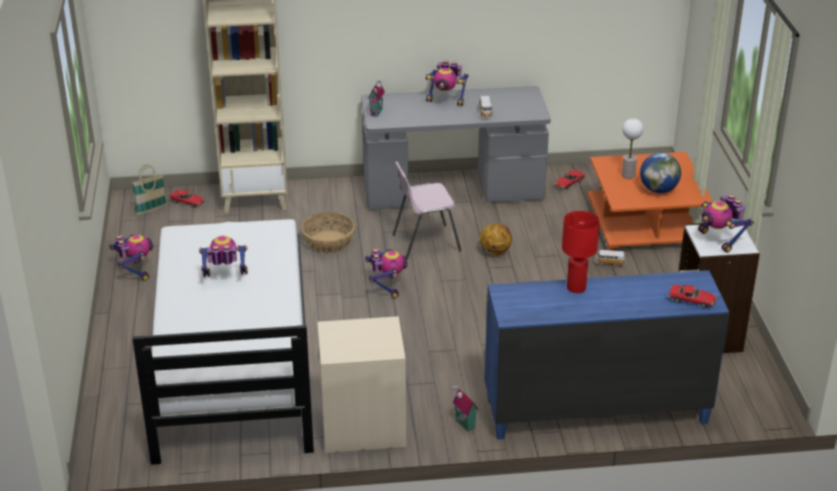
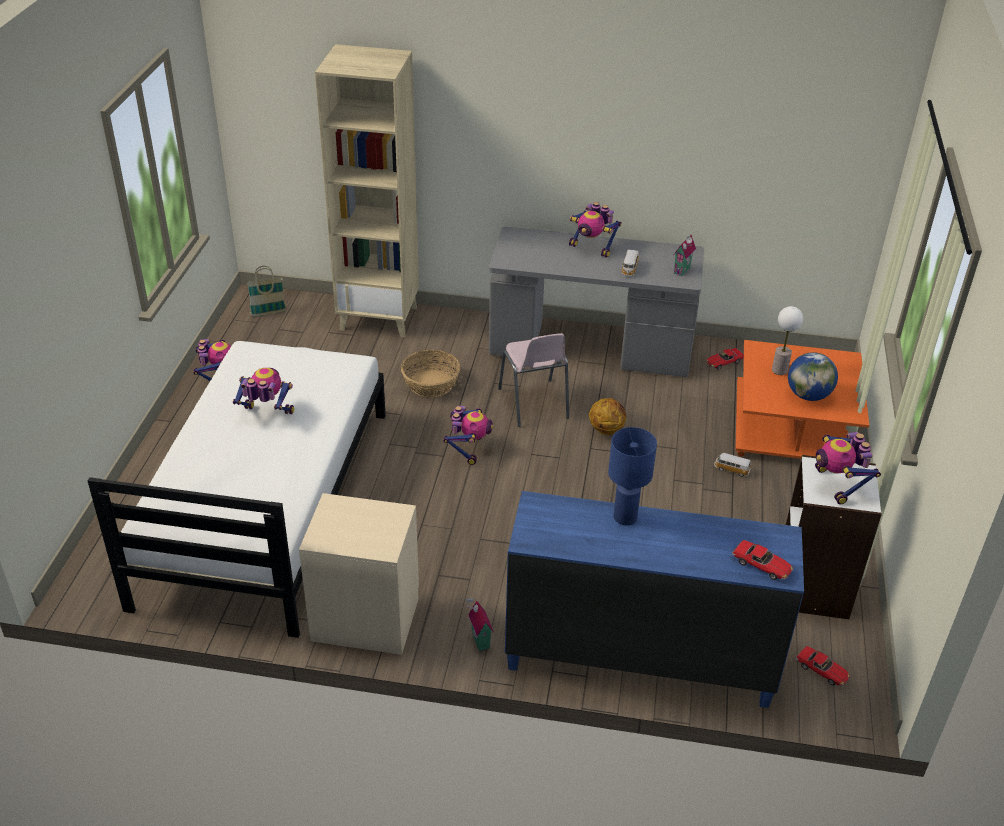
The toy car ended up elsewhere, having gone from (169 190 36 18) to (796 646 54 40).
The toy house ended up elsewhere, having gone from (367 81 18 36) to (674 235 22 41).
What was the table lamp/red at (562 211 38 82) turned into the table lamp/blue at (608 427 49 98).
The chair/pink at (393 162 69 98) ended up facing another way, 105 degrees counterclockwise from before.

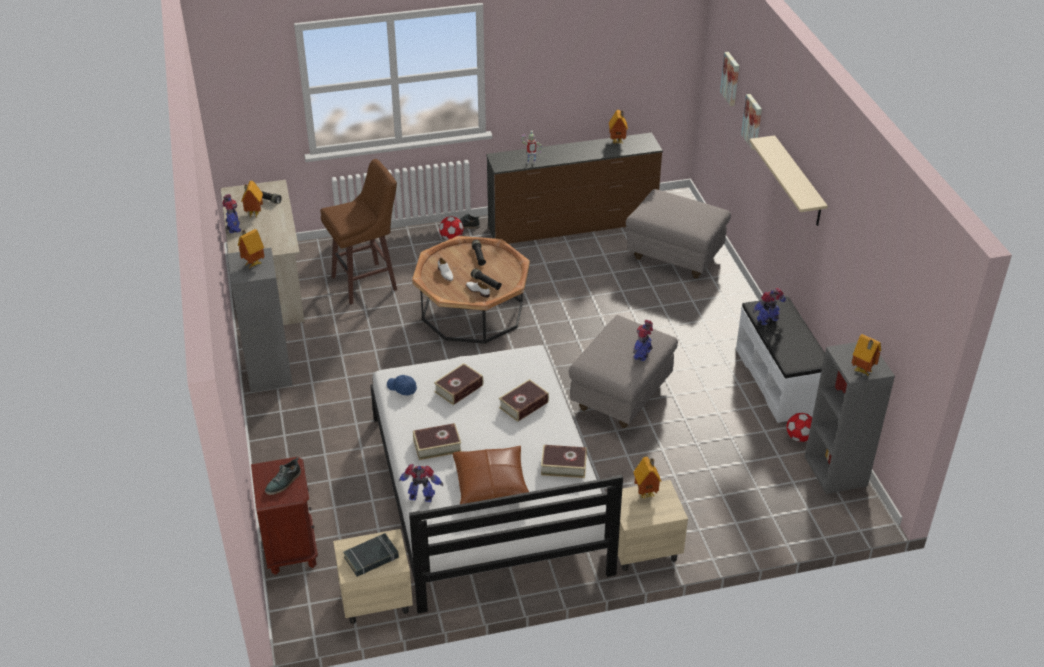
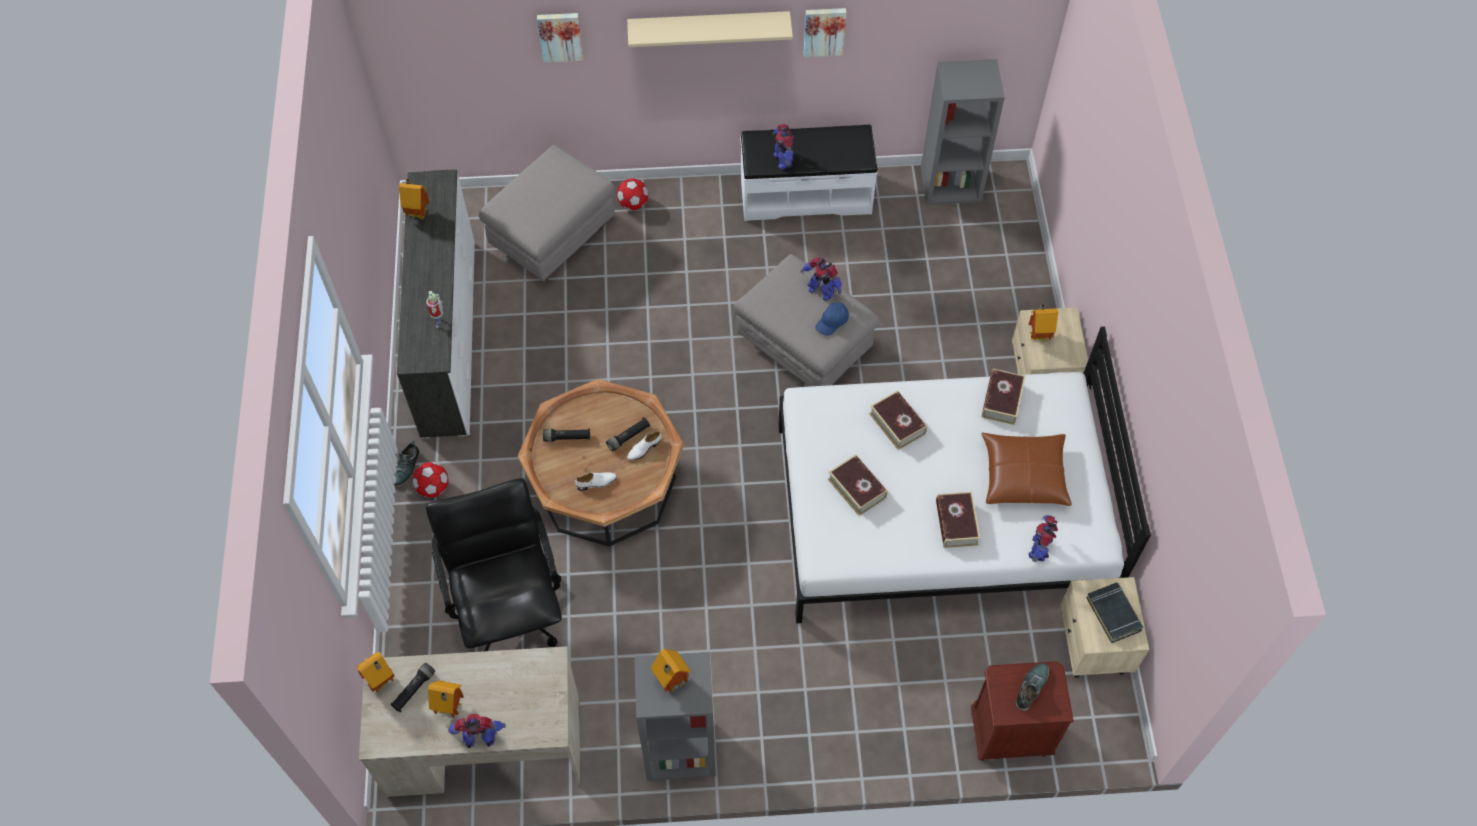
The cap/blue ended up elsewhere, having gone from (387 375 30 20) to (815 303 34 33).
The picture ended up elsewhere, having gone from (720 52 19 54) to (804 8 42 49).
The football ended up elsewhere, having gone from (786 413 26 29) to (617 178 31 32).
The toy house ended up elsewhere, having gone from (852 334 29 42) to (356 652 38 40).
Where the stool/brown stood at (320 159 77 146), the office chair/black came to stand at (426 478 136 173).
What was the dresser/brown at (486 132 177 112) turned into the dresser/white at (397 169 78 270).
The shoe at (265 457 36 38) ended up facing another way, 105 degrees counterclockwise from before.

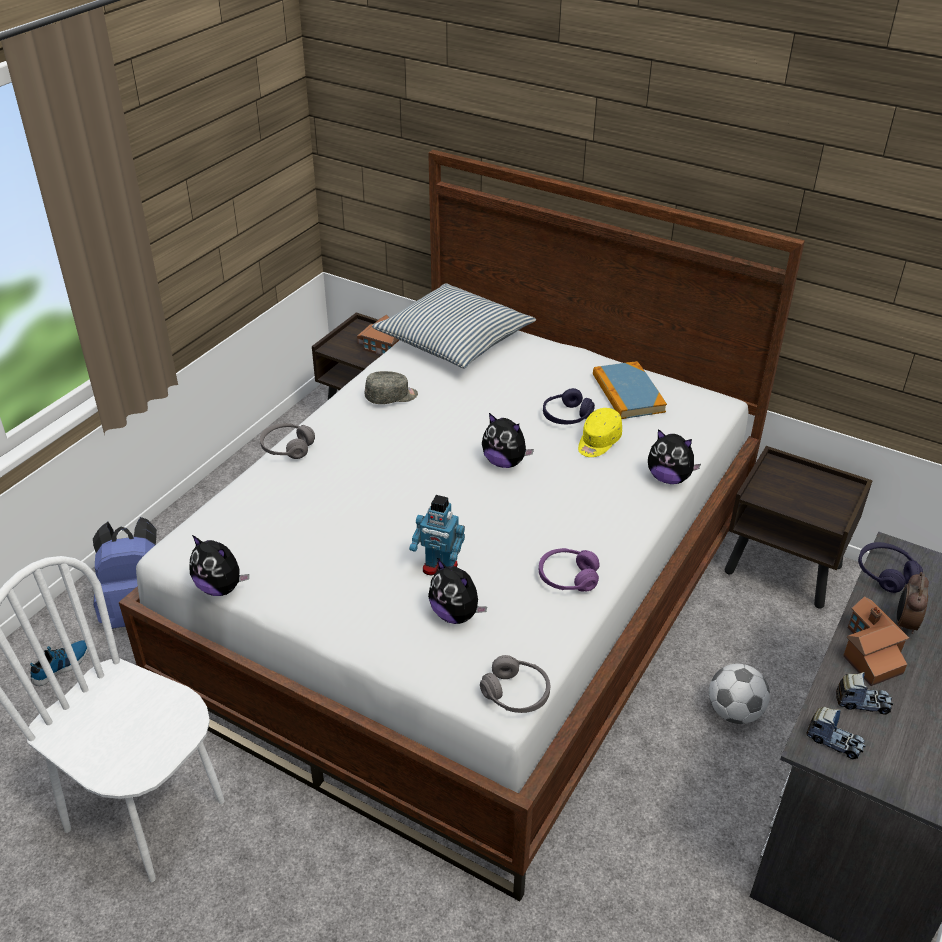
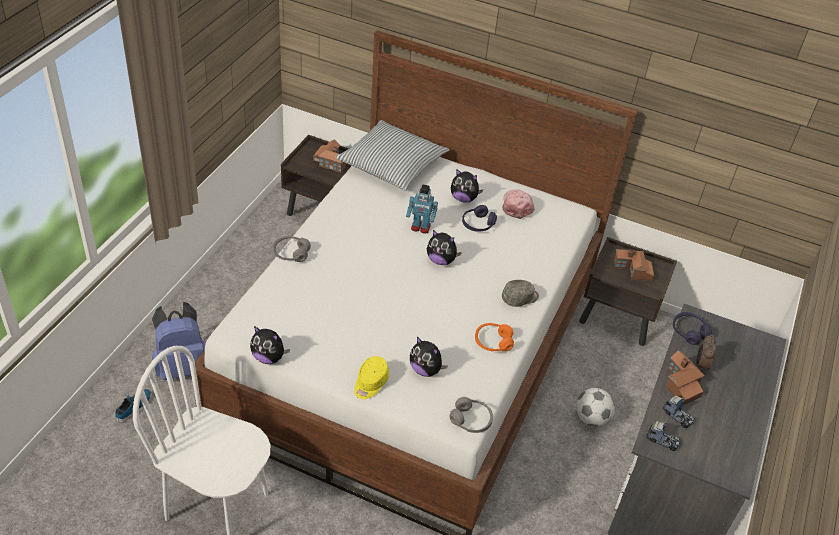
The second view gained the toy house at (614 249 40 32).
The cap/grey ended up elsewhere, having gone from (365 371 53 33) to (502 280 37 27).
The toy robot ended up elsewhere, having gone from (409 495 56 81) to (406 184 32 49).
The cap/yellow ended up elsewhere, having gone from (578 408 44 49) to (354 356 35 43).
The plush toy ended up elsewhere, having gone from (648 429 53 55) to (451 169 32 34).
Where the book stood at (593 361 74 58), the cap/pink came to stand at (502 189 33 30).
What was the headphones/purple at (539 548 61 44) turned into the headphones/orange at (475 323 39 28).
The toy truck at (836 672 57 42) ended up facing another way, 45 degrees clockwise from before.

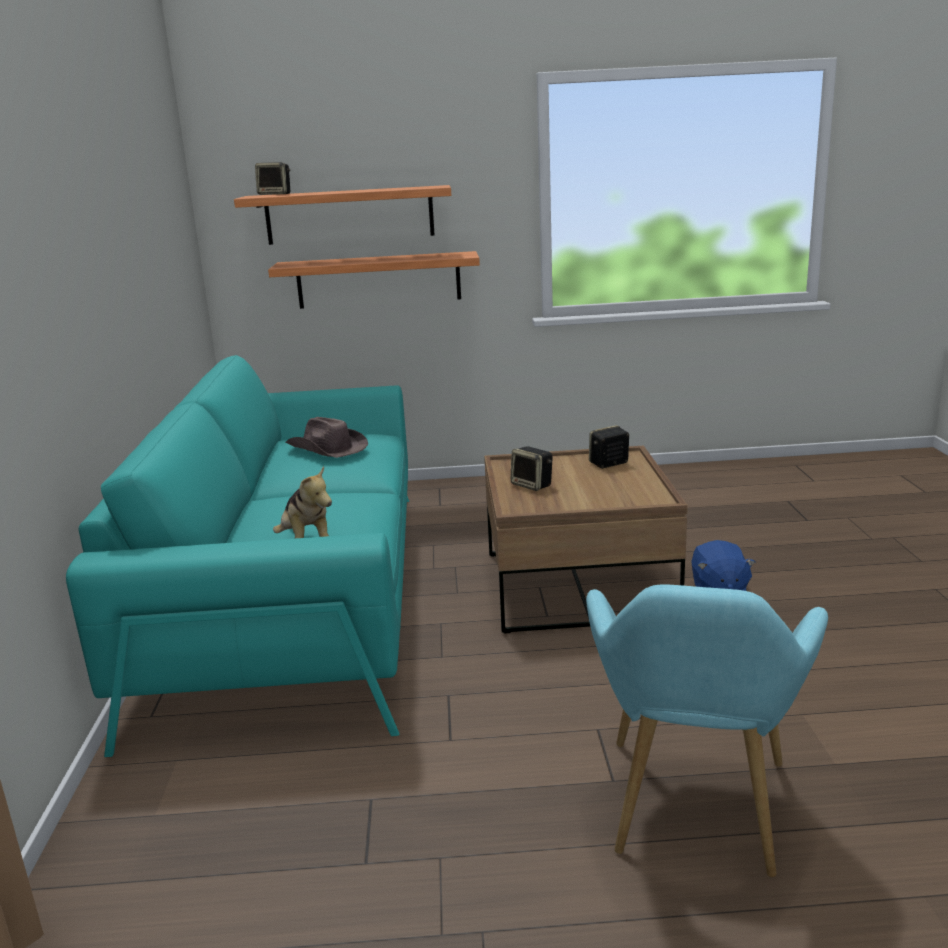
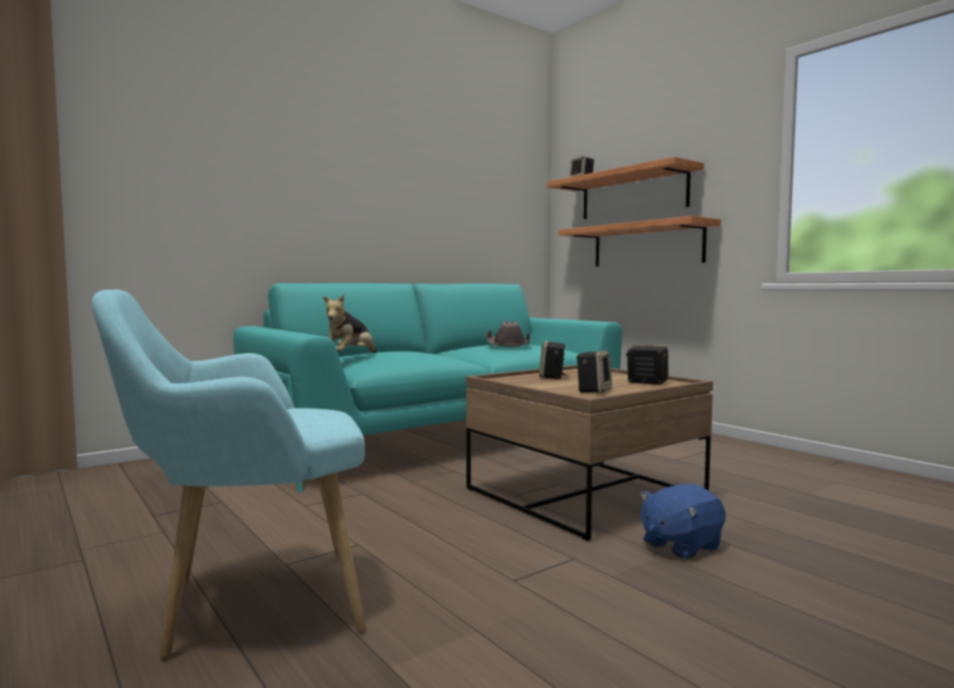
The second view gained the speaker at (576 350 36 43).

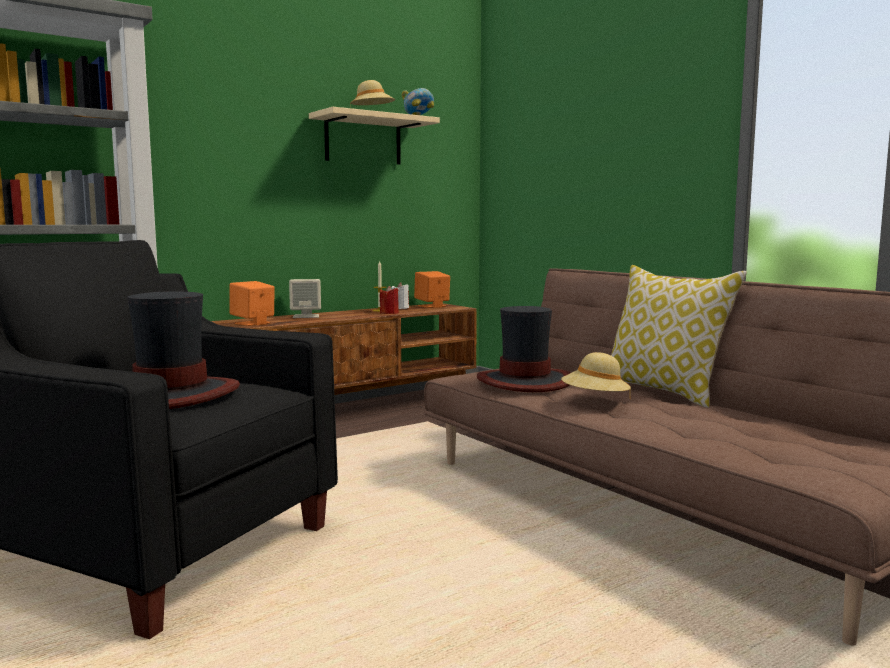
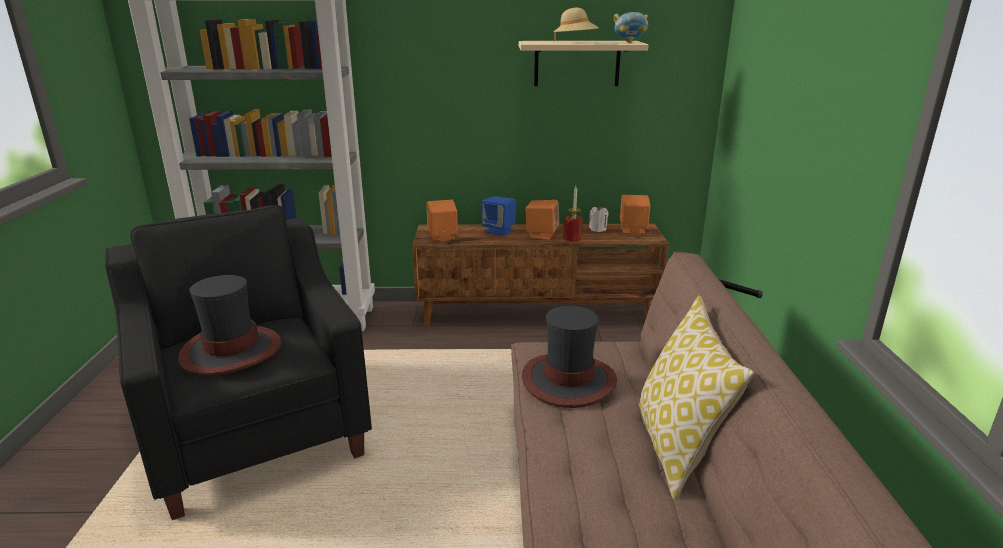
The second view lost the hat/beige at (561 352 70 43).
The second view gained the speaker/orange at (525 200 34 40).
What was the speaker/beige at (289 279 32 39) turned into the speaker/blue at (481 196 35 40).

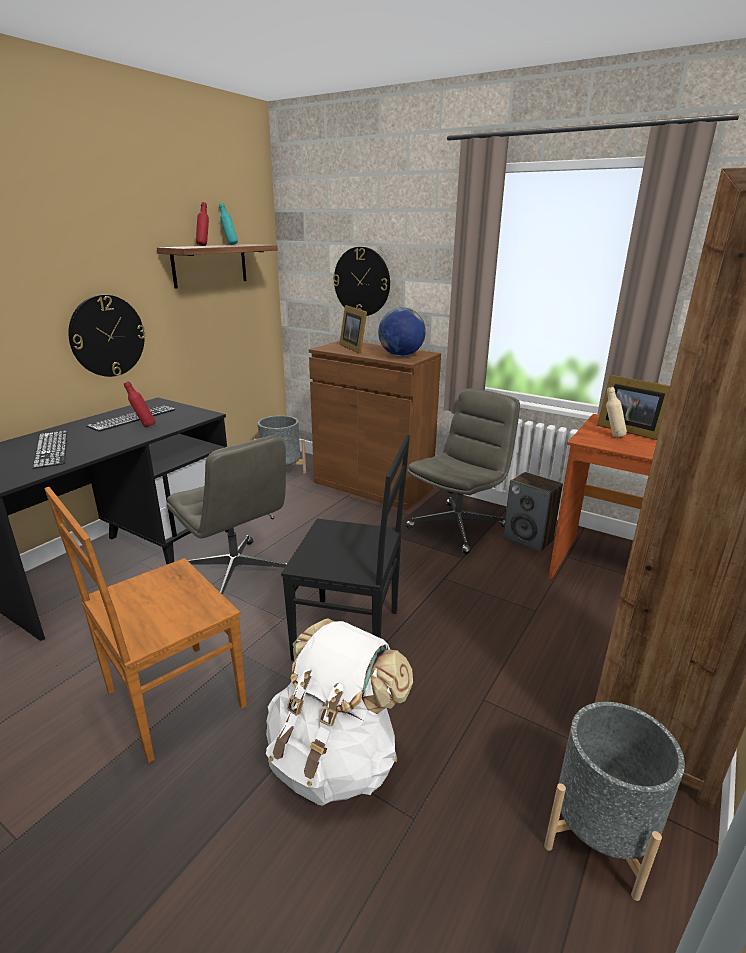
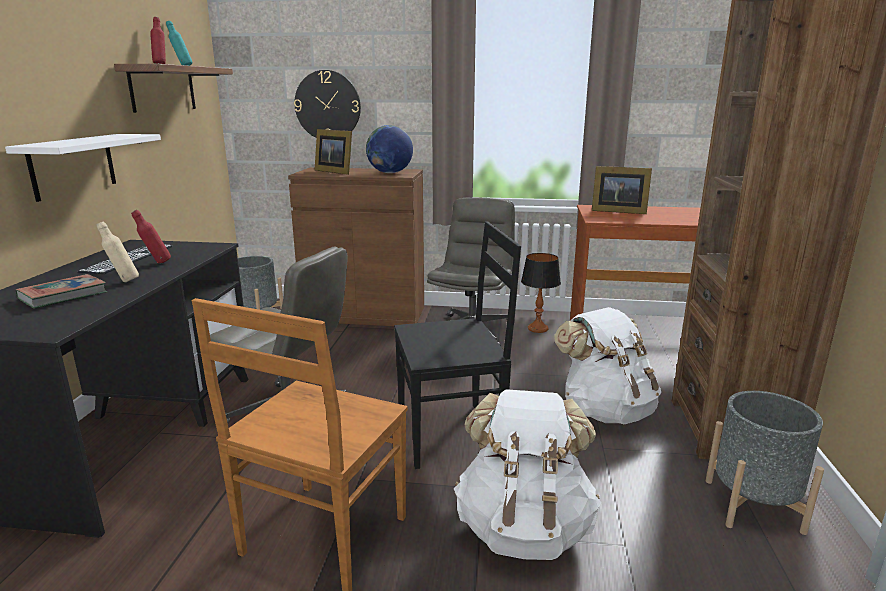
The second view gained the backpack/white at (554 307 107 117).
The bottle/beige ended up elsewhere, having gone from (606 387 21 50) to (97 222 42 60).
Where the keyboard stood at (32 431 36 38), the book came to stand at (16 274 91 35).
Where the wall clock hung at (68 295 78 82), the shelf/white came to hang at (5 134 156 68).
Where the speaker stood at (503 472 60 80), the table lamp came to stand at (521 253 40 80).

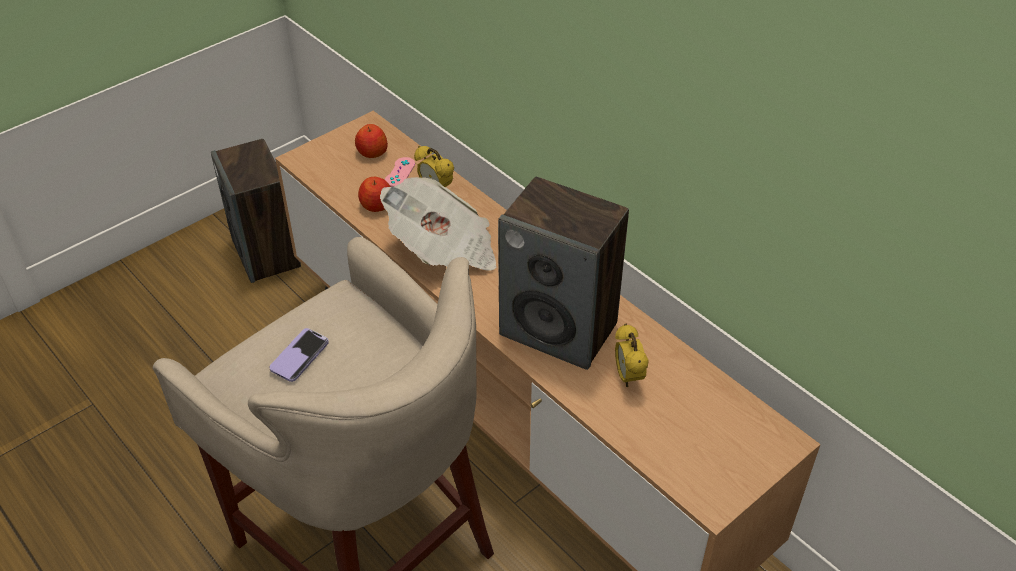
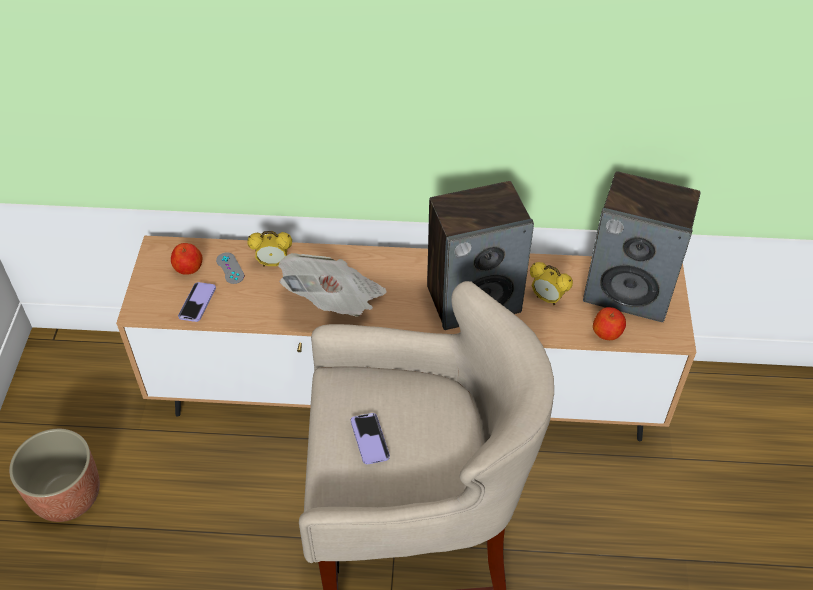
The second view gained the planter at (9 429 91 93).
The second view gained the phone at (178 282 38 40).
The speaker ended up elsewhere, having gone from (211 139 90 144) to (583 171 118 151).
The apple ended up elsewhere, having gone from (358 177 32 35) to (593 307 33 33).
What was the game controller/pink at (385 157 30 30) turned into the game controller/grey at (216 252 28 32).

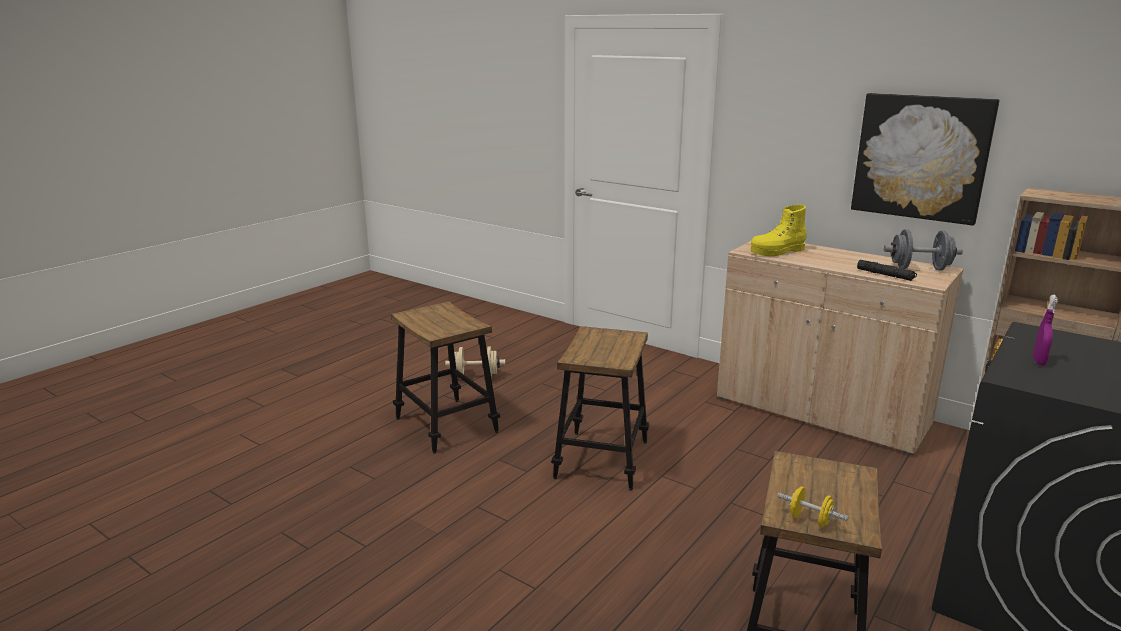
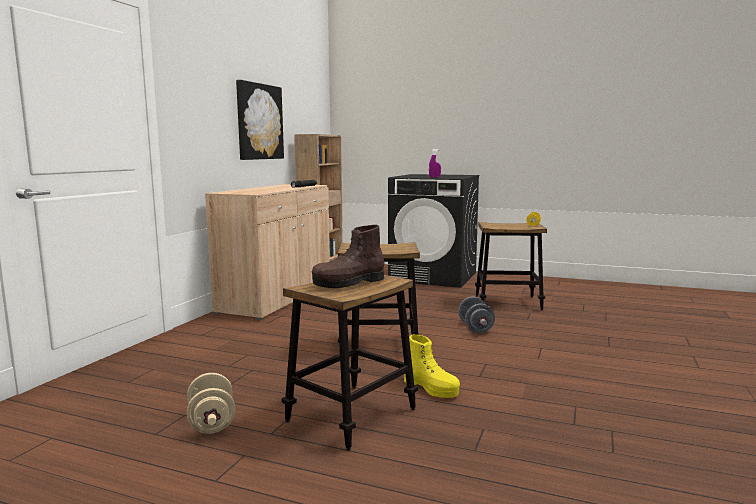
The second view gained the boot/brown at (312 225 73 63).
The boot/yellow ended up elsewhere, having gone from (751 205 55 51) to (404 335 56 63).
The dumbbell/grey ended up elsewhere, having gone from (884 229 79 41) to (458 297 37 36).

